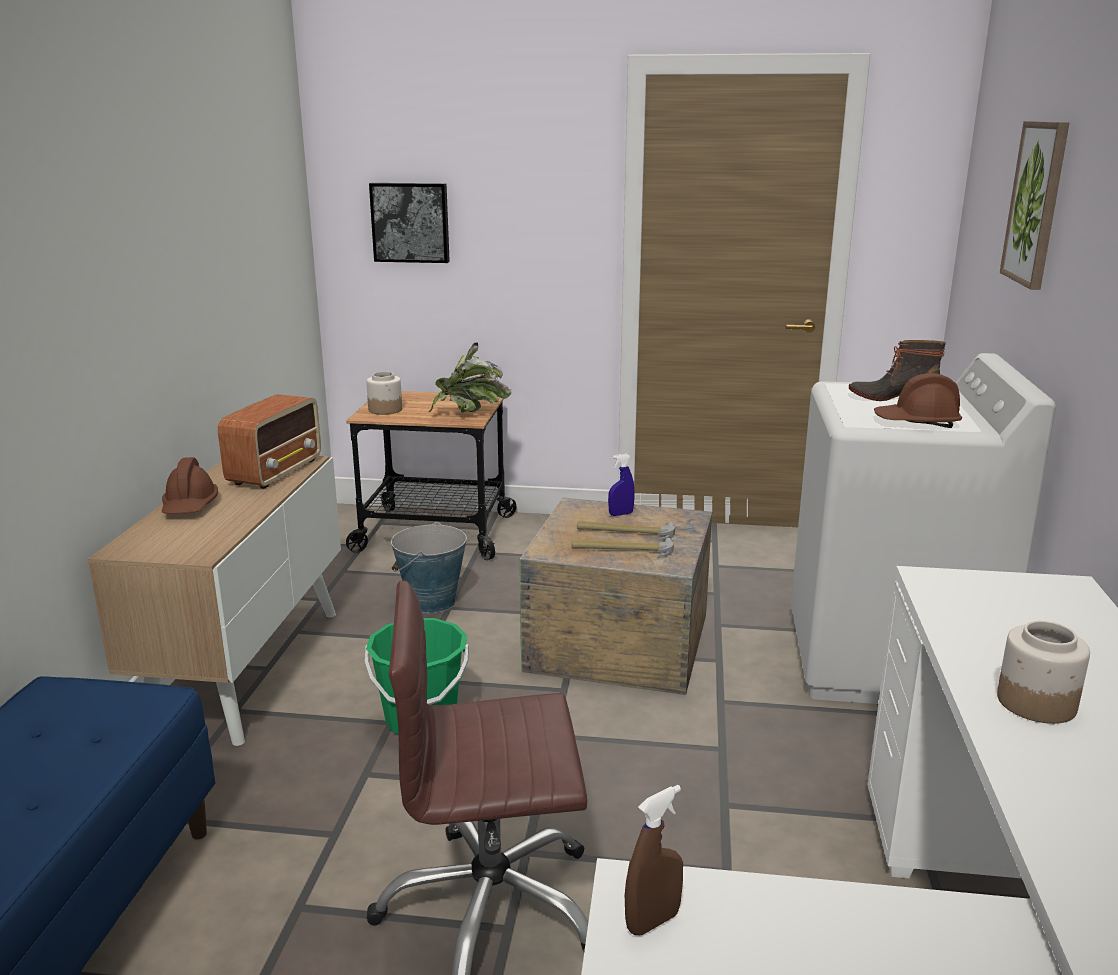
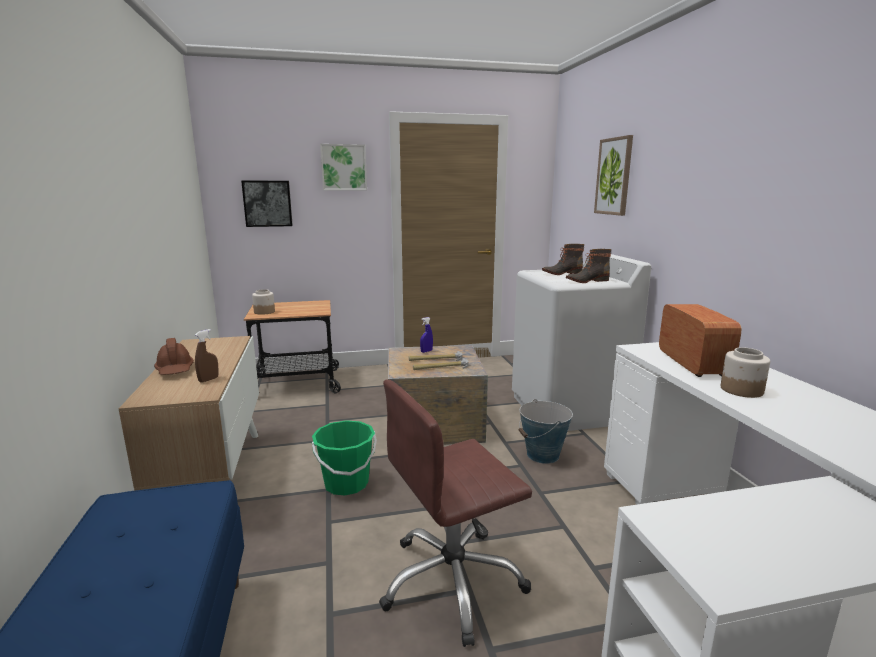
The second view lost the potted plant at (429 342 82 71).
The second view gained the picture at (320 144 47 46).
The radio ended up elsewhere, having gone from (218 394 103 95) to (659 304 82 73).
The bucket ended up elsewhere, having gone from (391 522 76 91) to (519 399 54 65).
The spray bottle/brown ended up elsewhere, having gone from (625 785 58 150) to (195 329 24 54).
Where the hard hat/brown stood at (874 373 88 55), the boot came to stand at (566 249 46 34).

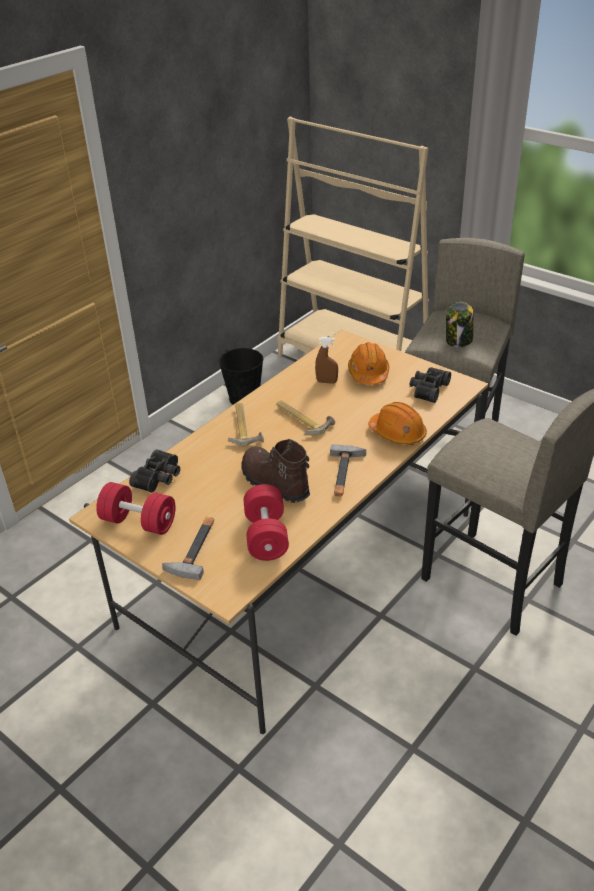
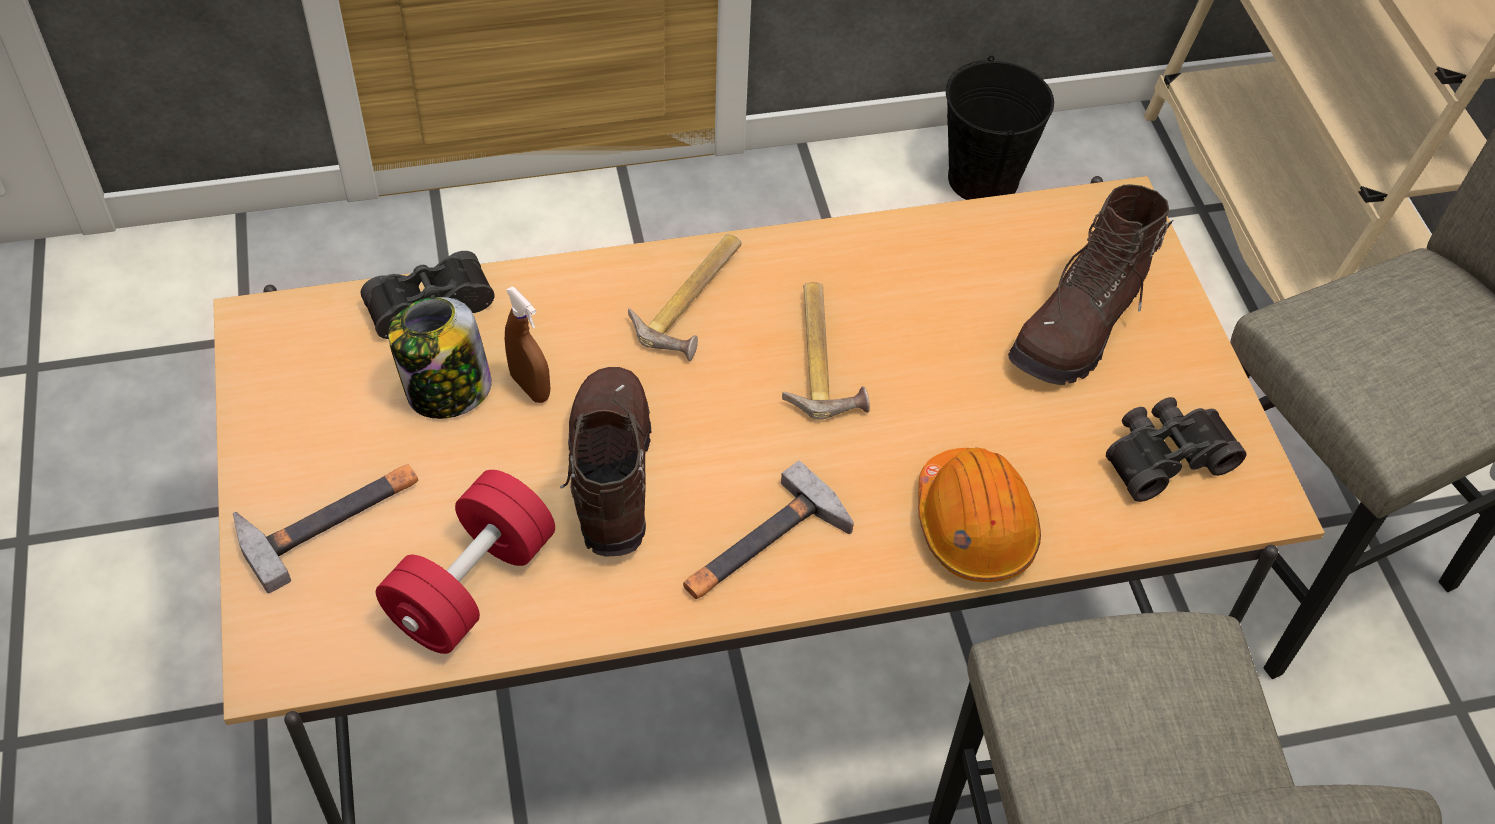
The second view lost the dumbbell/red at (96 482 79 53).
The spray bottle/brown ended up elsewhere, having gone from (315 337 23 47) to (505 286 45 117).
The jar ended up elsewhere, having gone from (446 302 28 45) to (388 297 104 122).
Where the hard hat/orange stood at (348 342 42 43), the boot/brown came to stand at (1008 184 165 201).

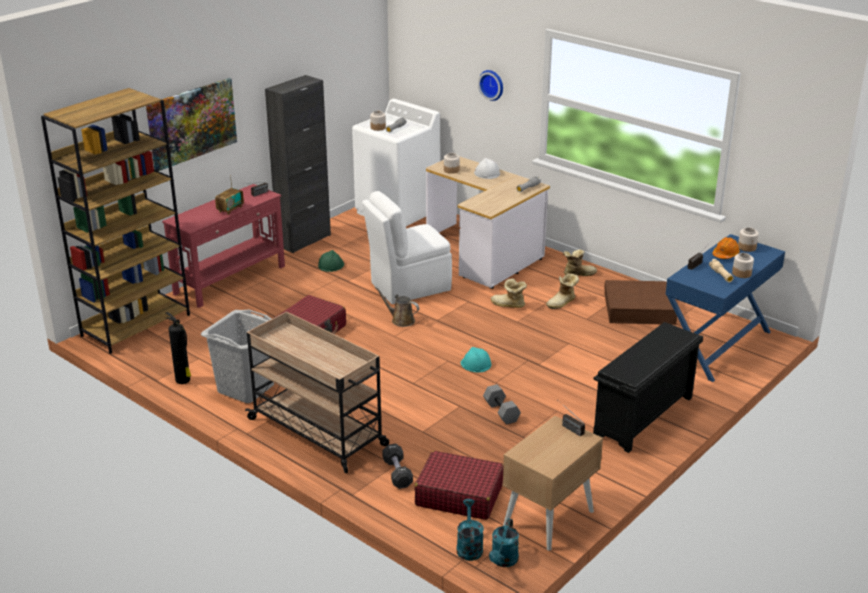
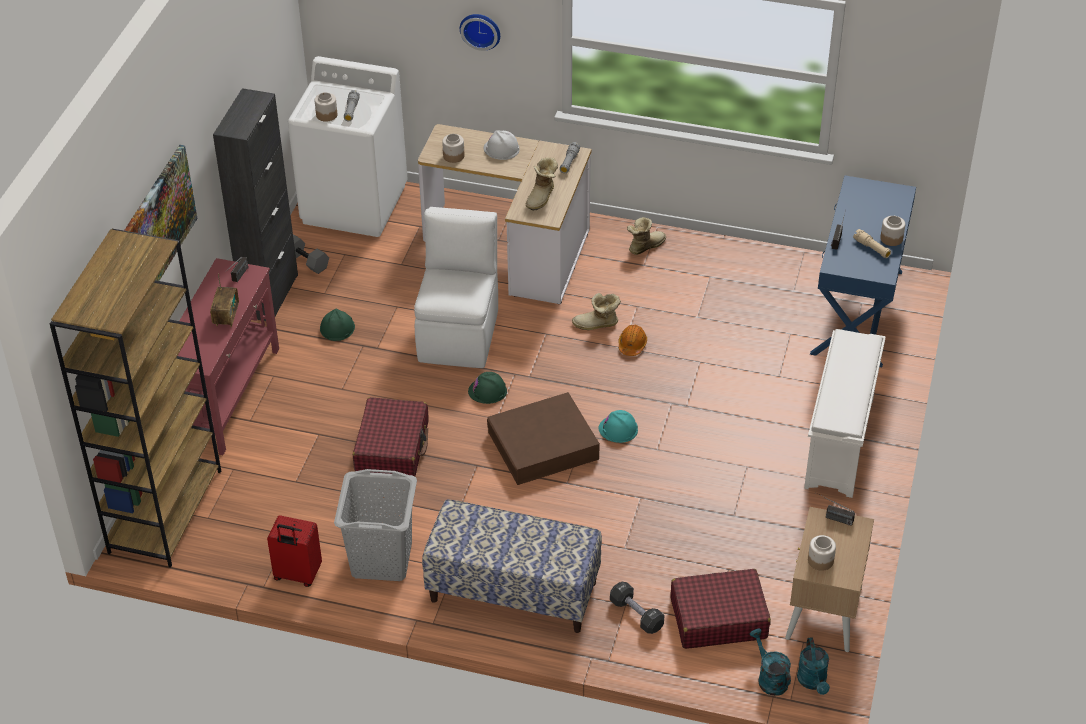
The dumbbell/grey ended up elsewhere, having gone from (483 384 38 41) to (293 234 36 40).
The boot ended up elsewhere, having gone from (546 273 33 36) to (526 157 32 54).
The storage box/brown ended up elsewhere, having gone from (604 280 73 45) to (487 392 113 93).
The hard hat/orange ended up elsewhere, having gone from (712 237 28 22) to (618 325 29 31).
The jar ended up elsewhere, having gone from (738 227 21 25) to (808 535 28 36).
Where the fire extinguisher stood at (166 312 25 72), the suitcase/red came to stand at (267 515 55 72).
Where the cart/beige stood at (245 311 144 162), the bench came to stand at (422 499 180 134).
Where the watering can/brown stood at (375 287 44 40), the hard hat/green came to stand at (468 372 39 32).
What was the shoe rack/black at (593 322 110 131) turned into the shoe rack/white at (804 329 82 169).
The chair/white at (362 191 90 113) ended up facing another way, 150 degrees clockwise from before.

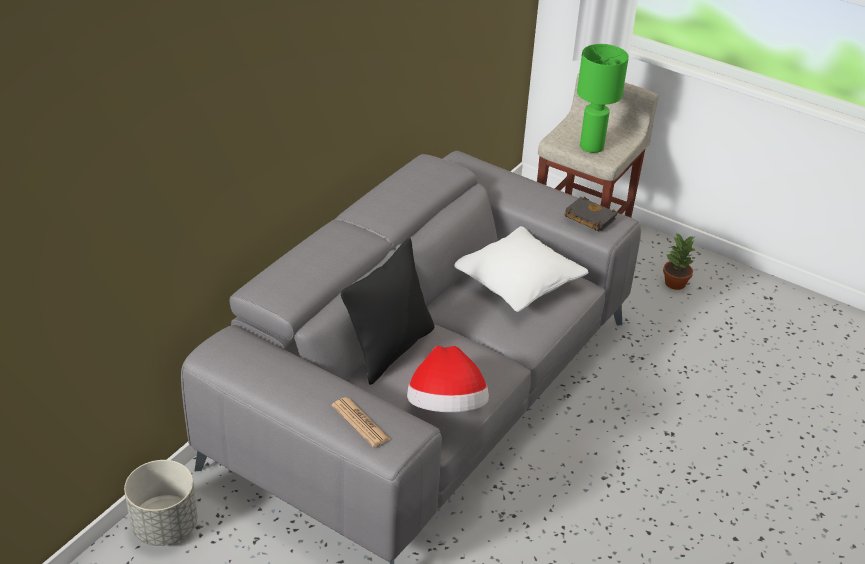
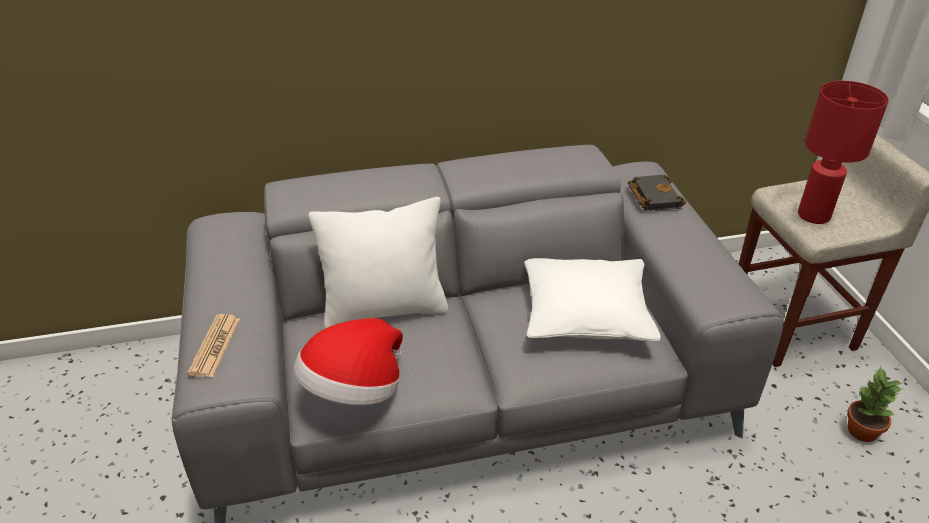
The second view lost the planter/grey at (124 460 74 86).
The book/black ended up elsewhere, having gone from (564 197 54 35) to (628 175 58 36).
What was the pillow/black at (341 238 93 147) turned into the pillow/white at (308 197 140 132).
What was the table lamp/green at (577 44 52 109) turned into the table lamp/red at (798 81 91 143).

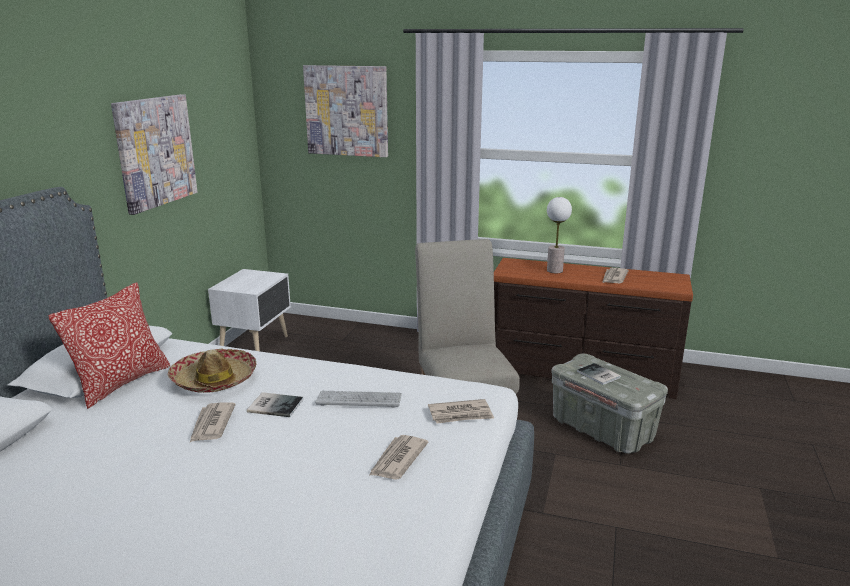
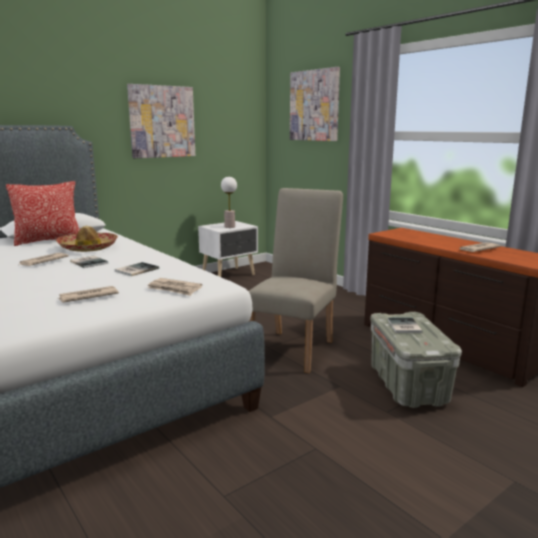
The table lamp ended up elsewhere, having gone from (547 197 25 76) to (221 177 16 51).
Where the keyboard stood at (315 391 87 17), the book came to stand at (115 262 44 14).

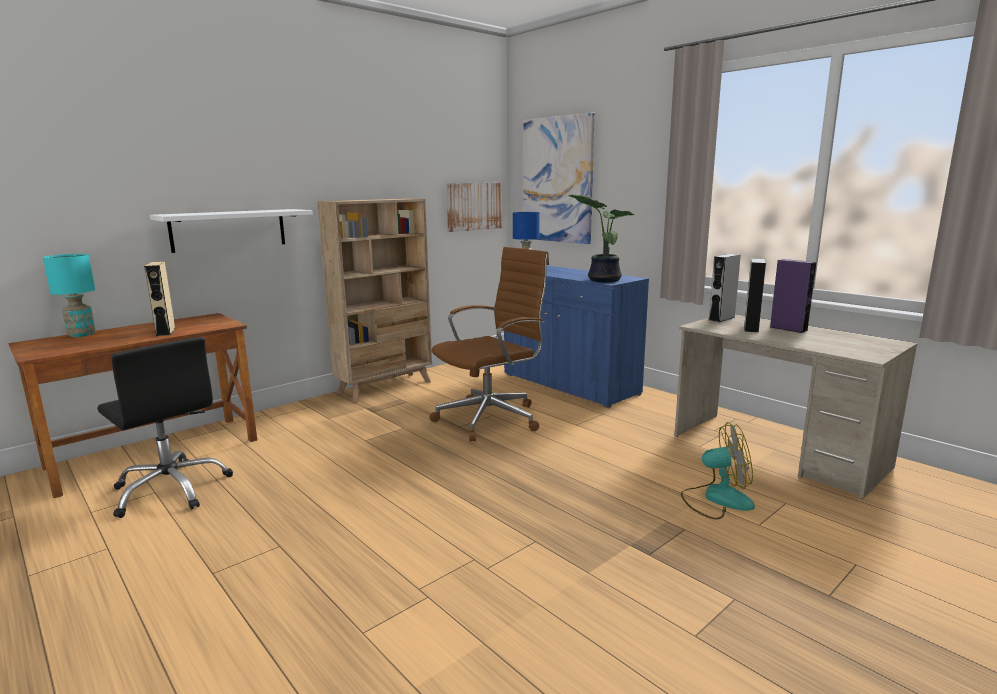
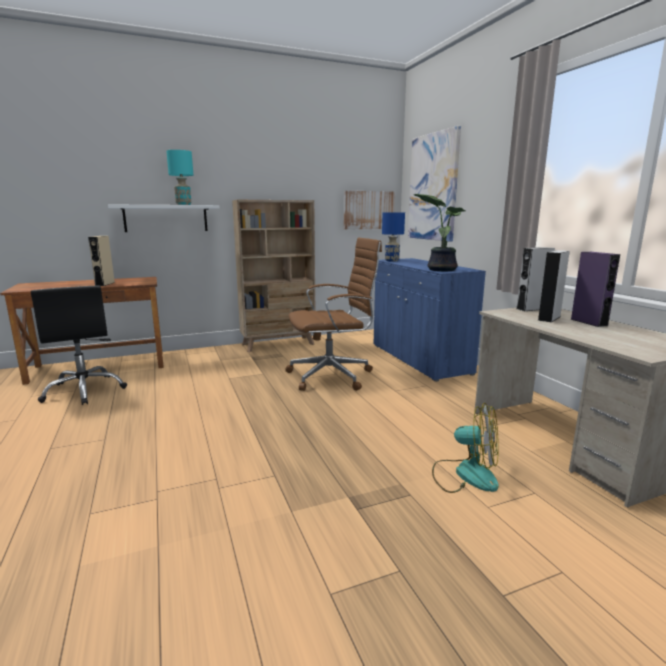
The table lamp/turquoise ended up elsewhere, having gone from (43 254 52 83) to (166 150 28 55).

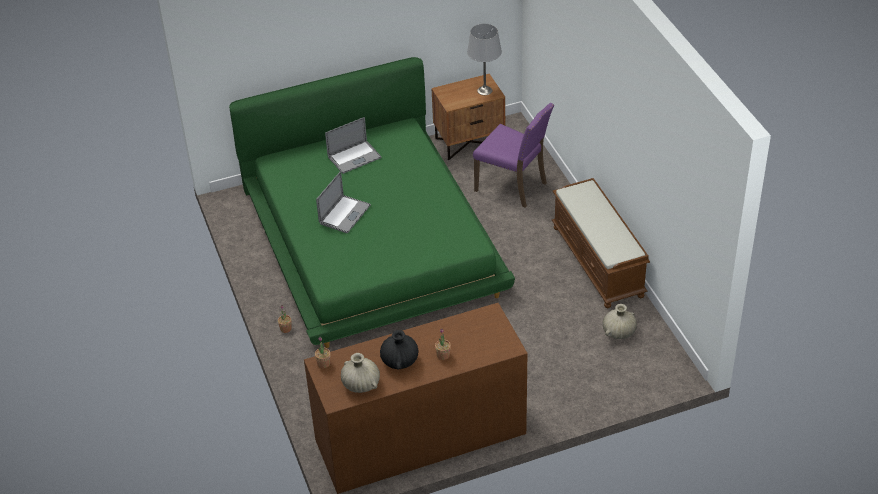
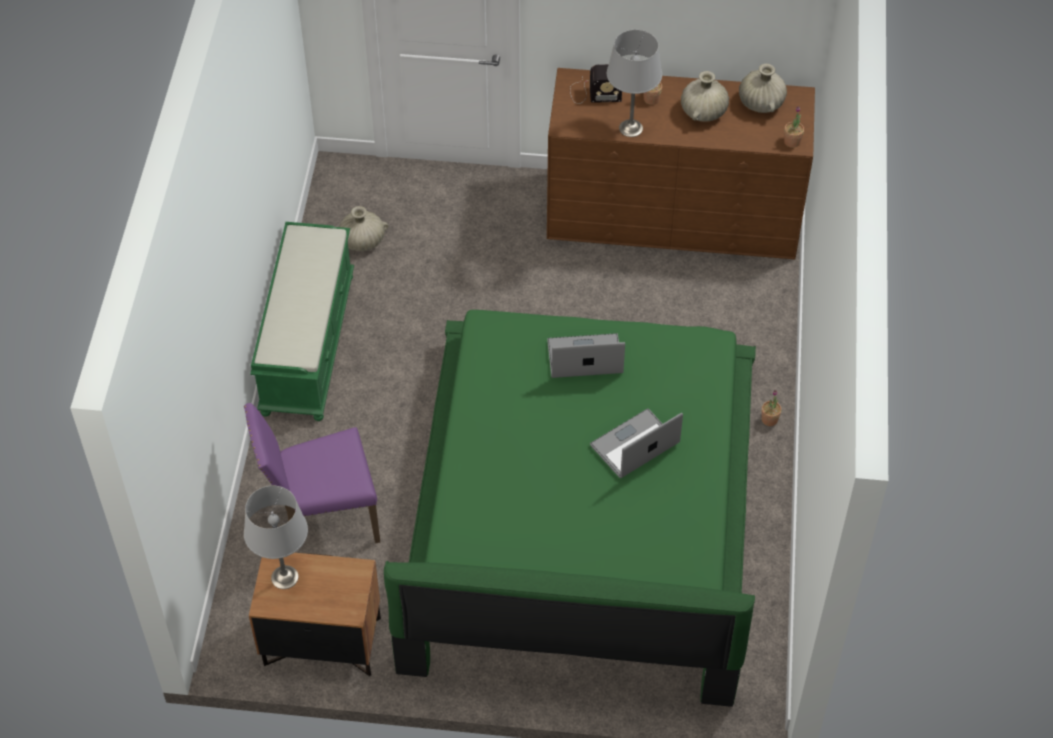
The second view gained the radio at (570 64 52 40).
The second view gained the table lamp/grey at (607 30 55 107).
The laptop ended up elsewhere, having gone from (325 117 57 57) to (547 333 78 45).
What was the vase/black at (380 330 39 40) turned into the vase/beige at (681 71 48 51).
What was the bench/brown at (552 178 98 130) turned into the bench/green at (250 222 104 199).
The chair/purple at (473 103 81 105) ended up facing another way, 75 degrees counterclockwise from before.

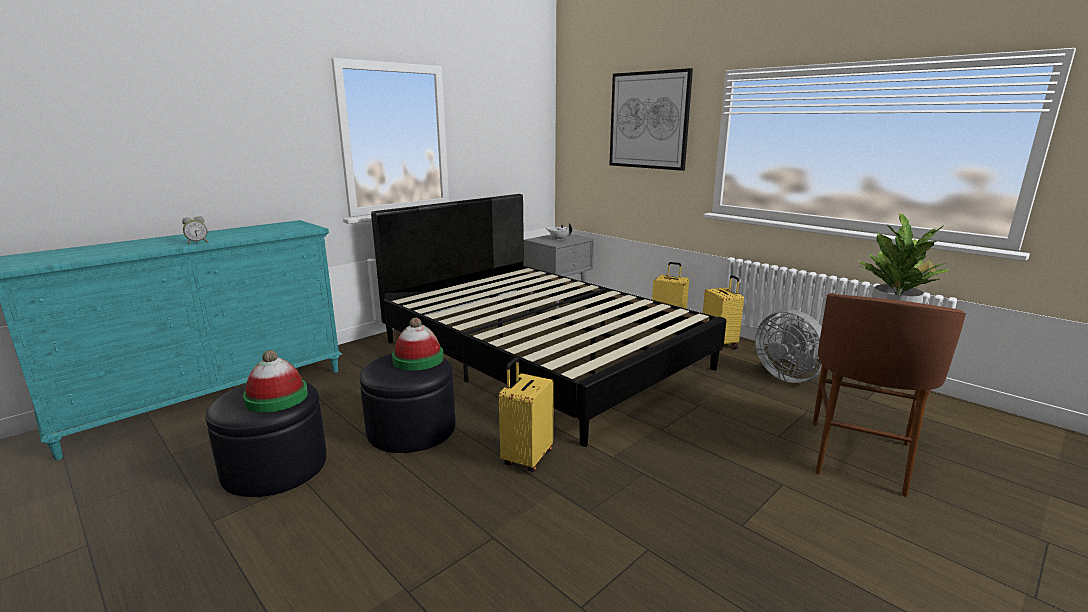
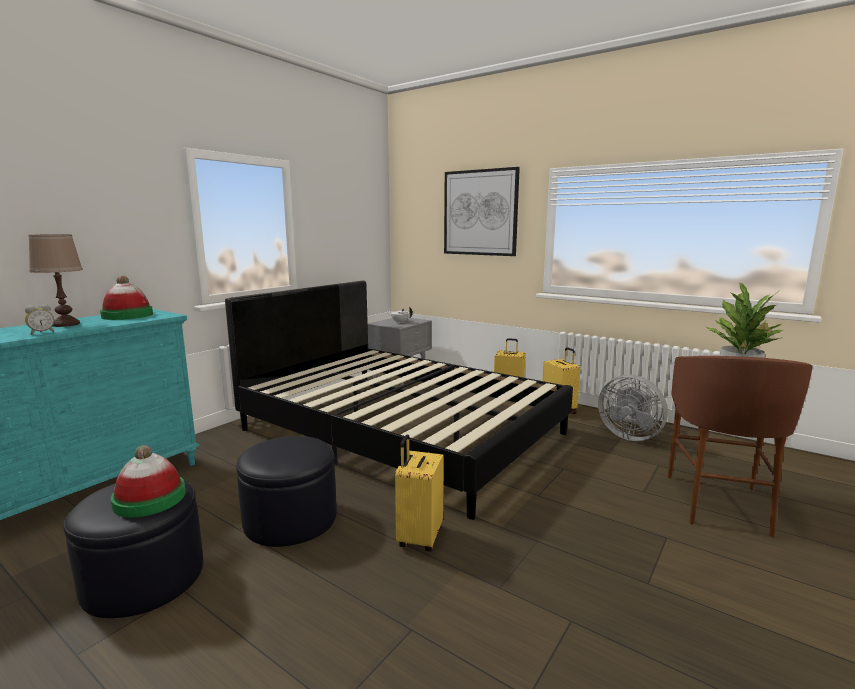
The second view gained the table lamp/brown at (28 234 55 93).
The hat ended up elsewhere, having gone from (392 318 52 52) to (100 276 53 44).

